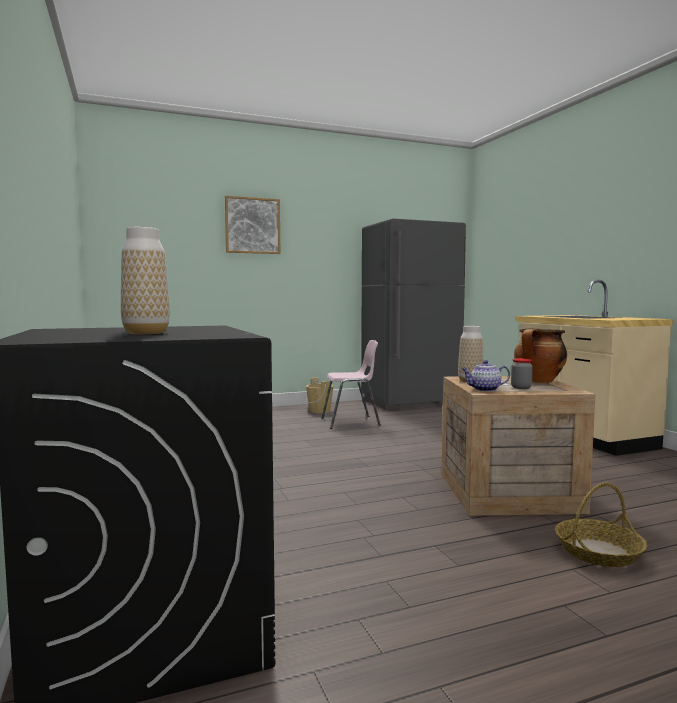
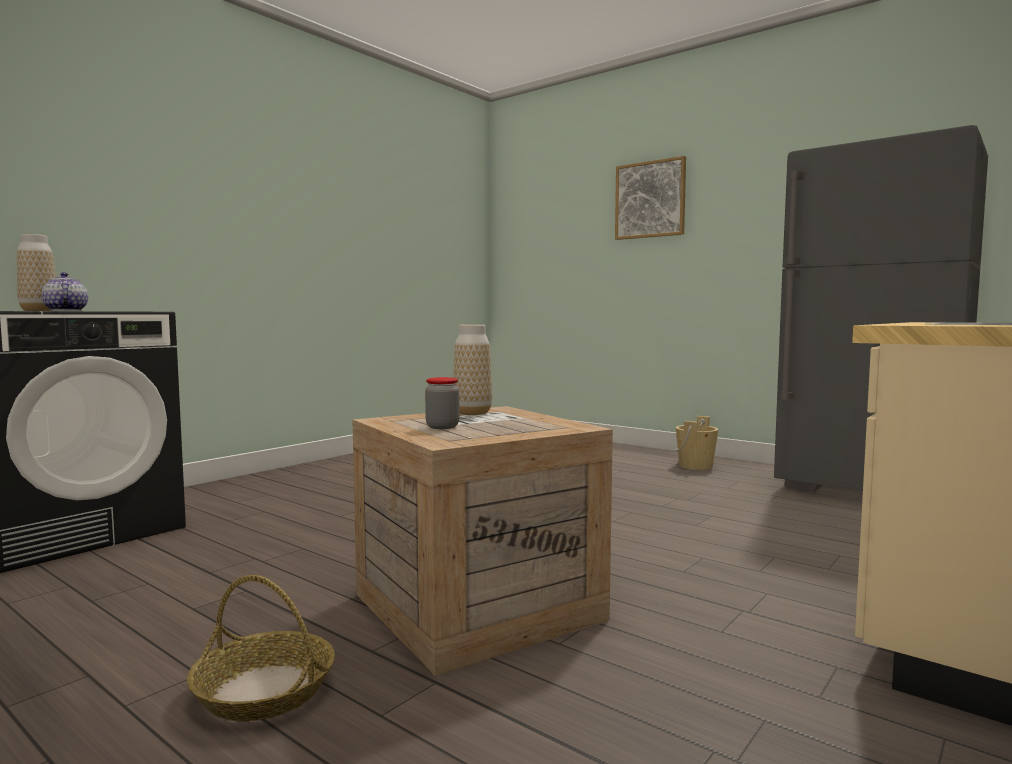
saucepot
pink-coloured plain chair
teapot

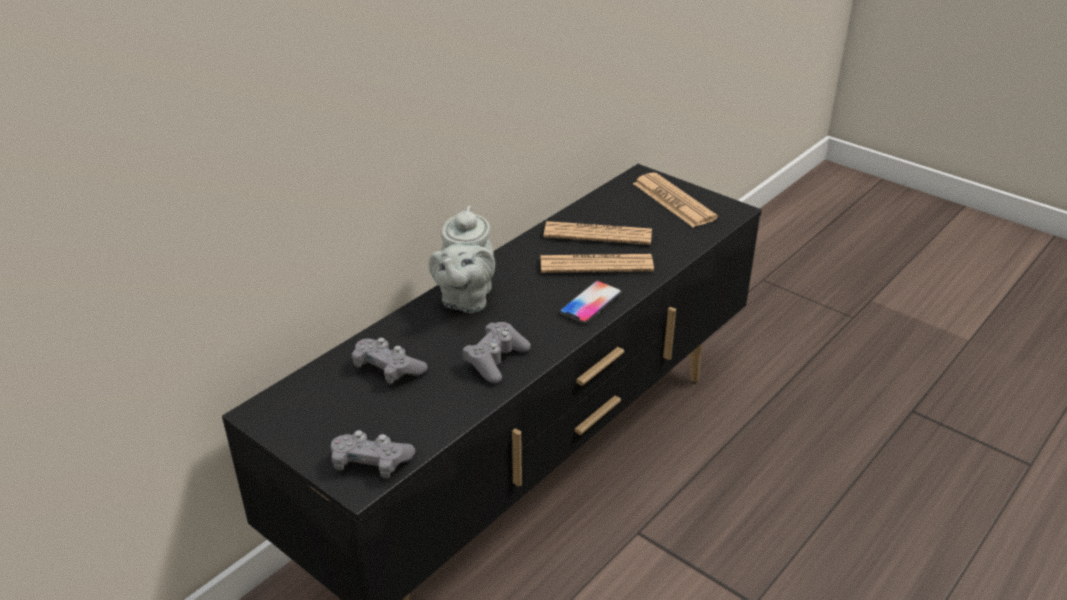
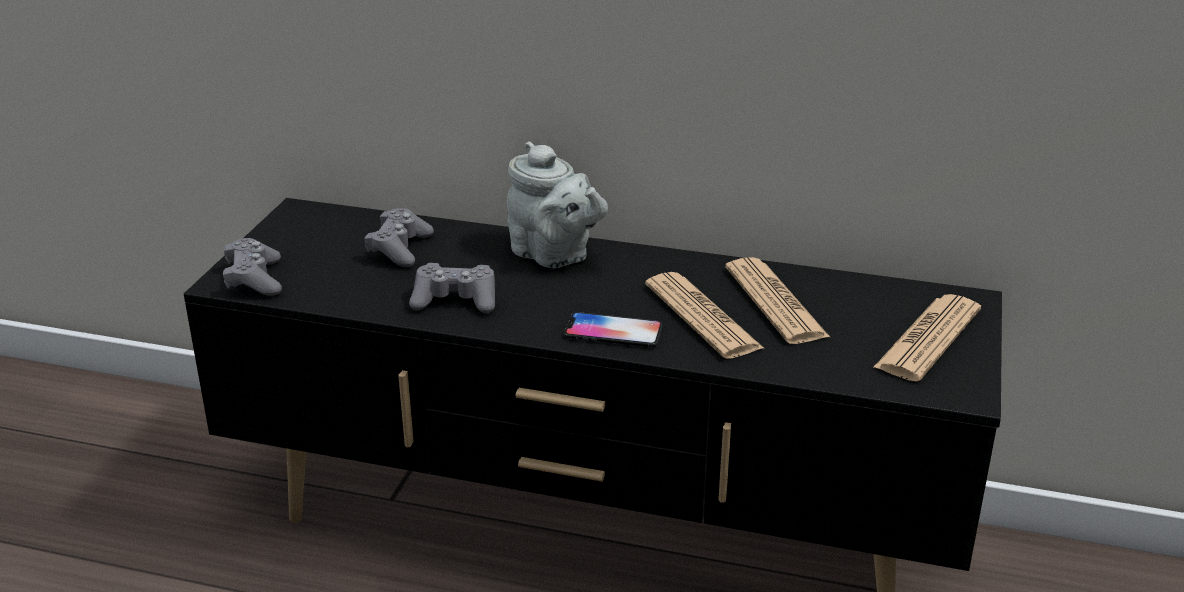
greyish teapot

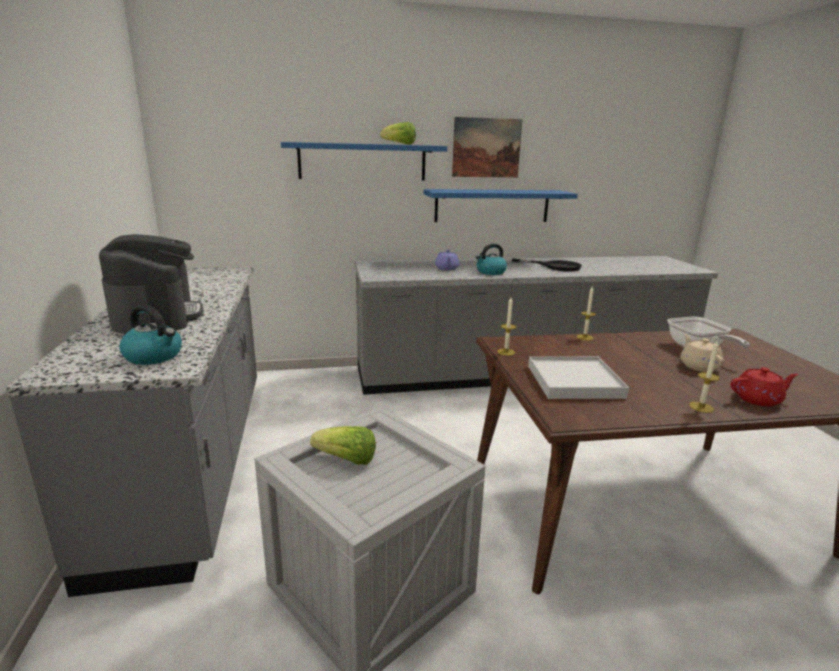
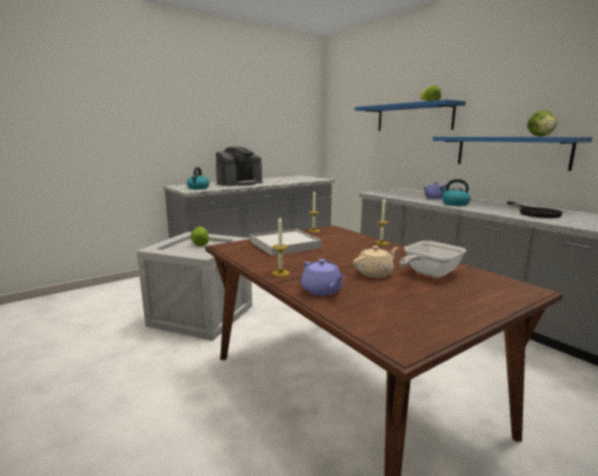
picture
purple-coloured teapot (no. 1 from left)
lettuce (no. 3 from left)

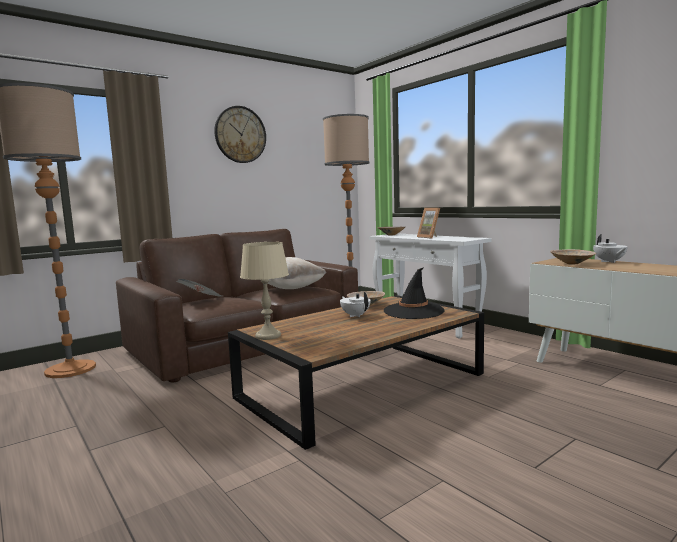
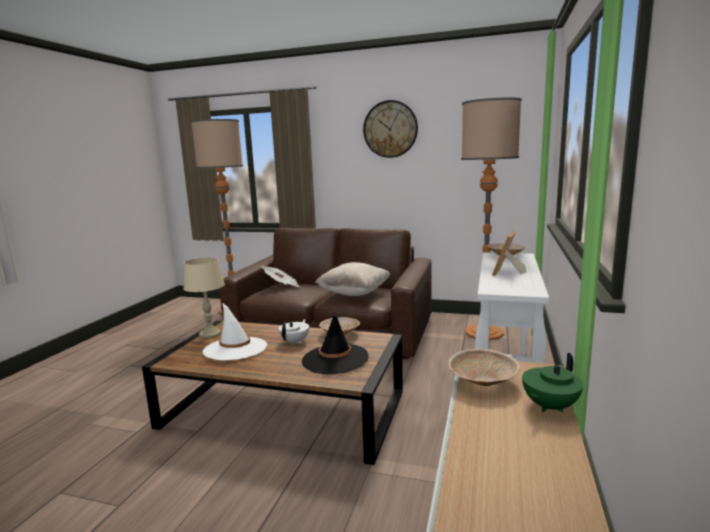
green teapot
whitish hat

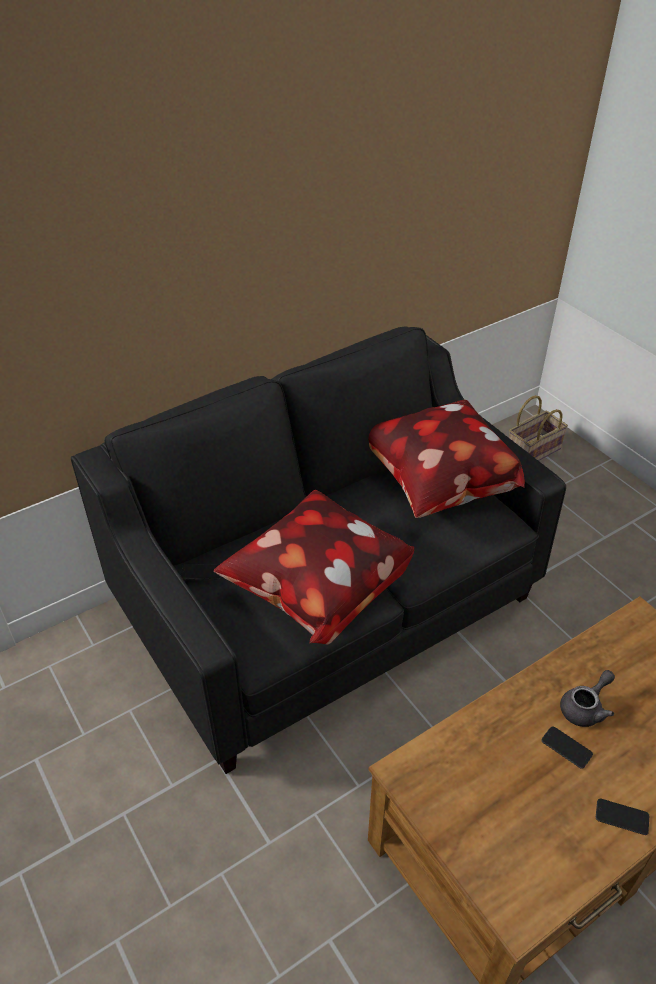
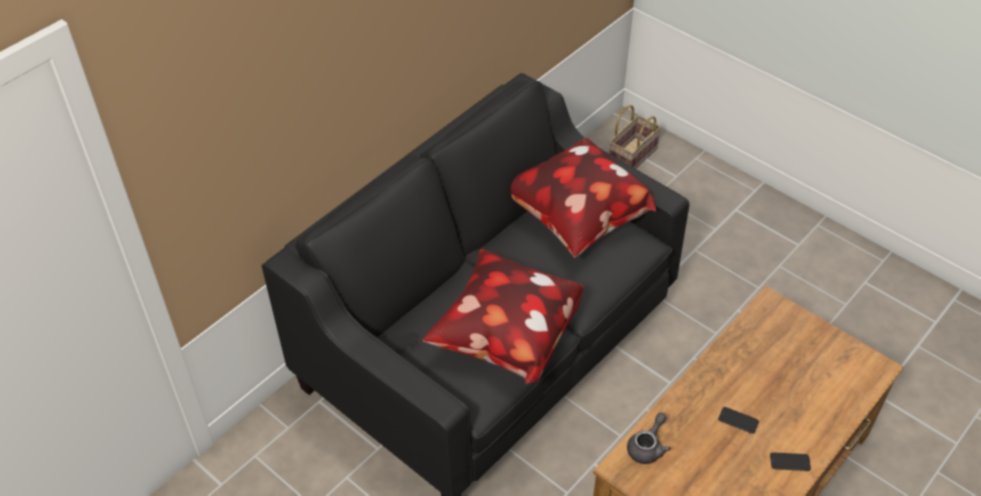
greyish teapot

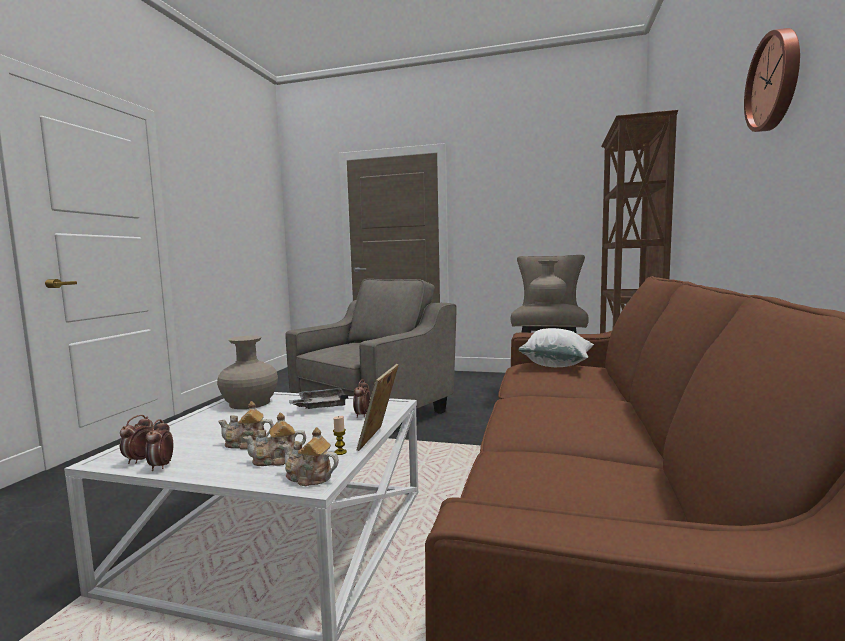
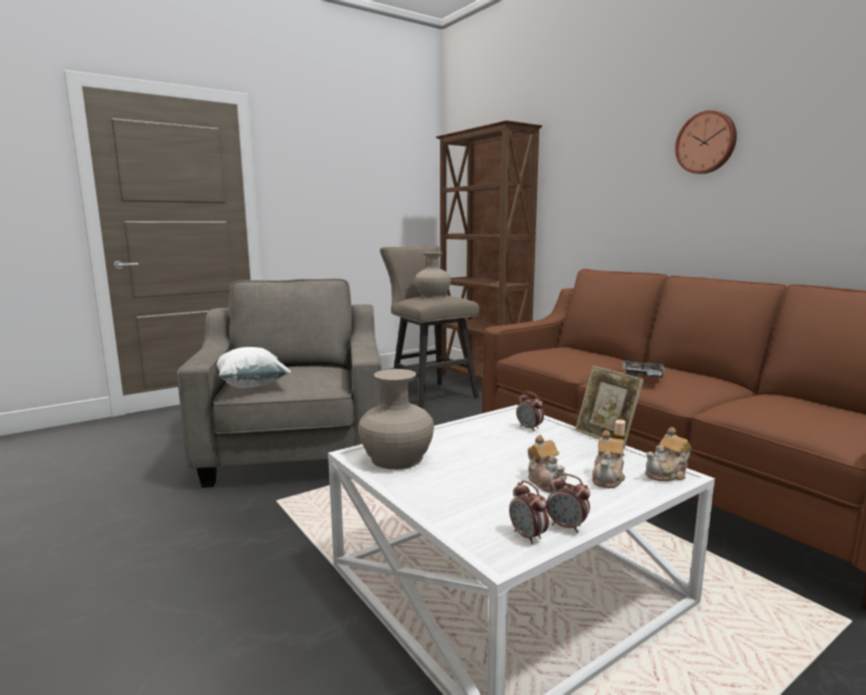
whitish cushion
greyish serving tray
teapot (no. 1 from left)

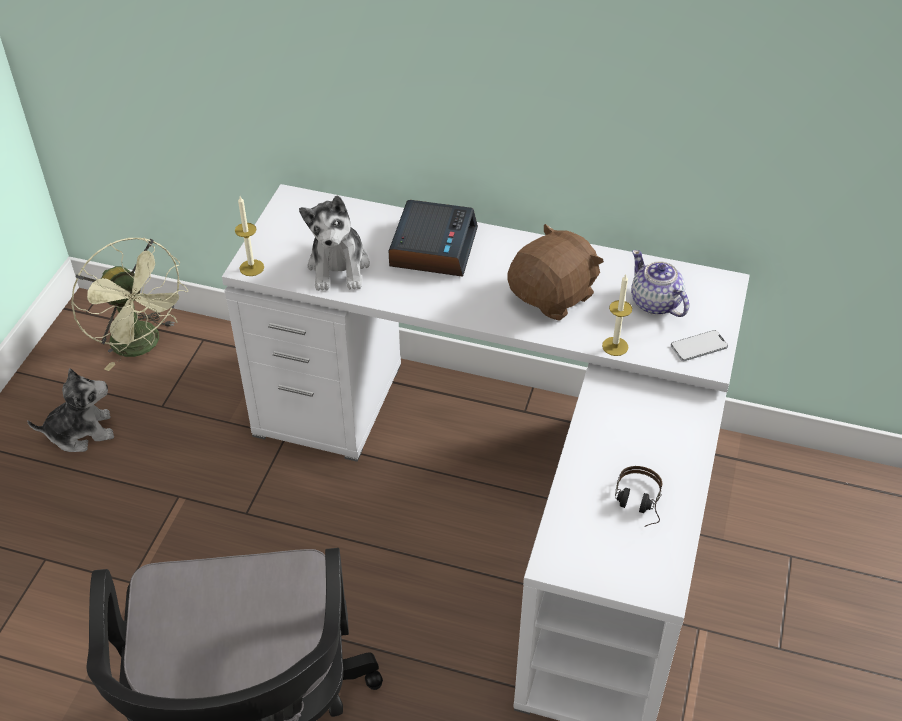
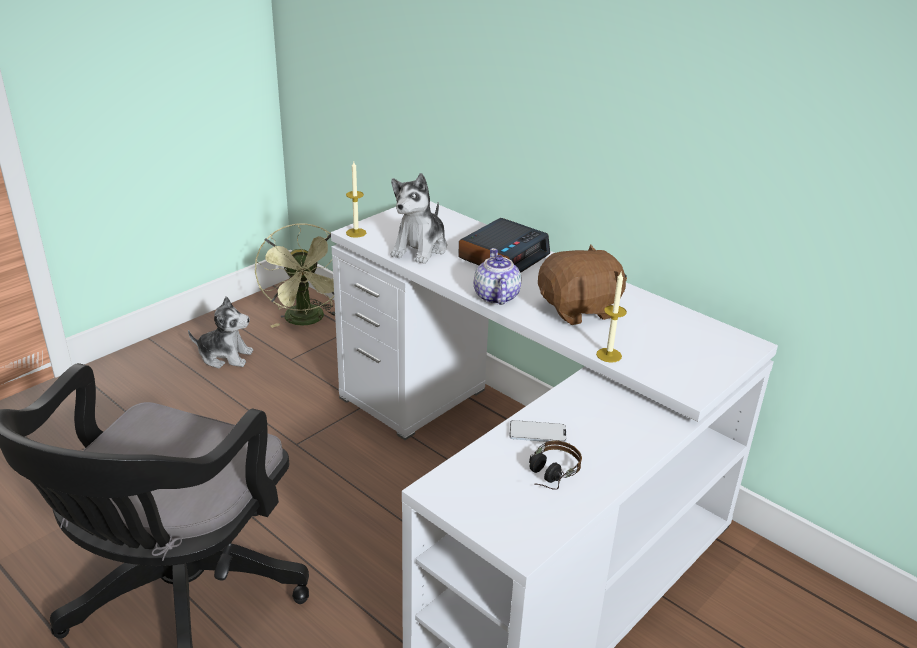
teapot
handset

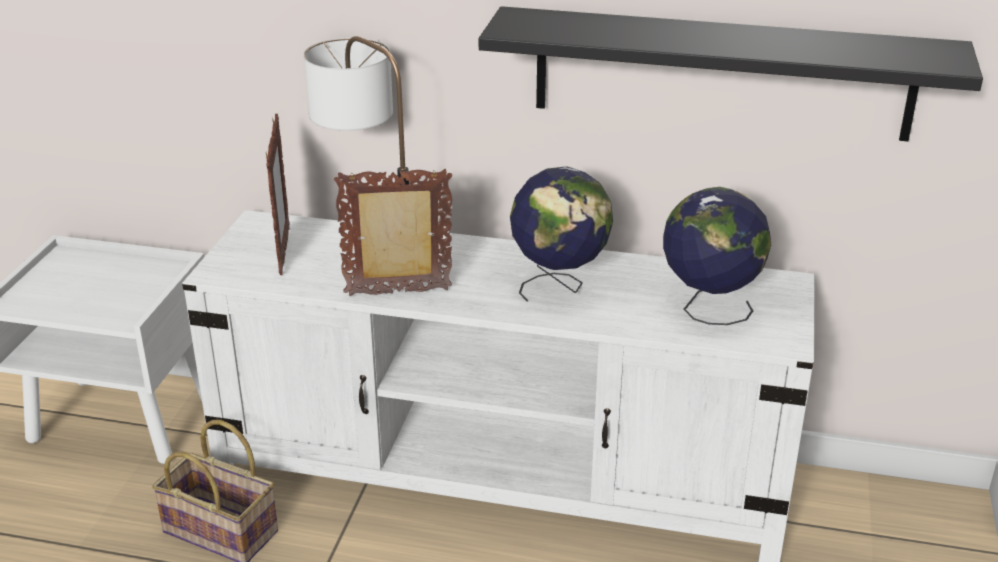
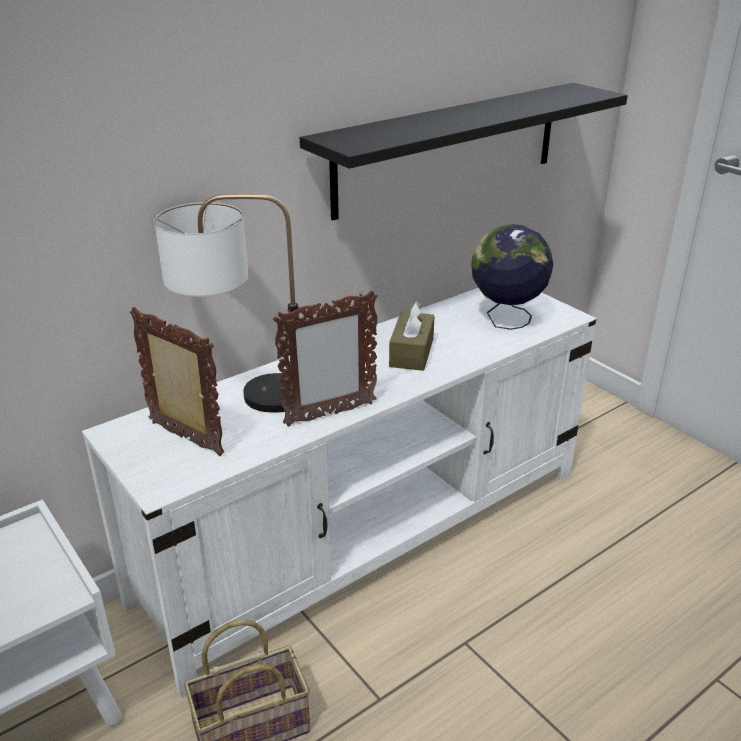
brownish tissue box
picture frame (no. 2 from left)

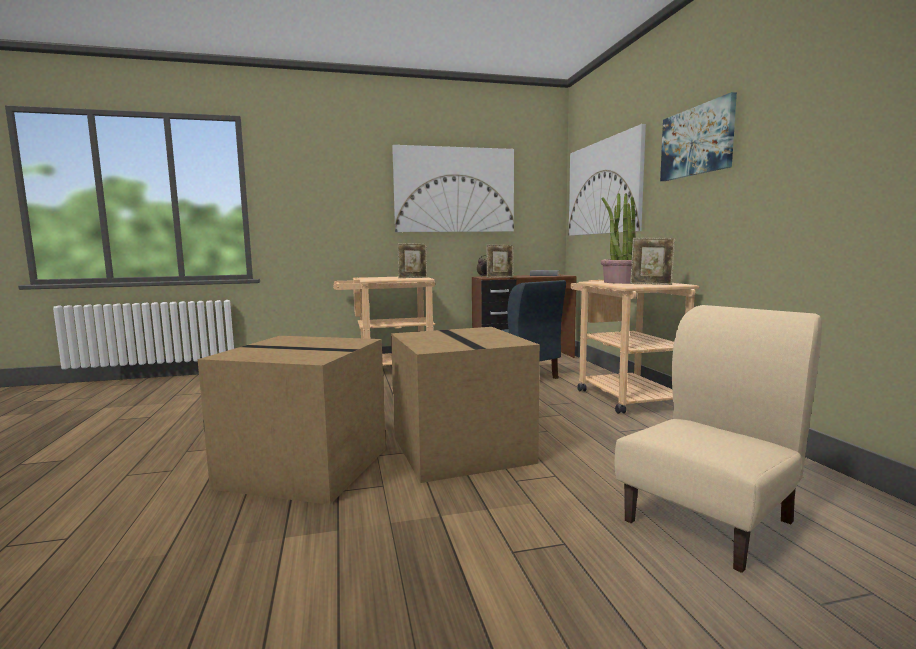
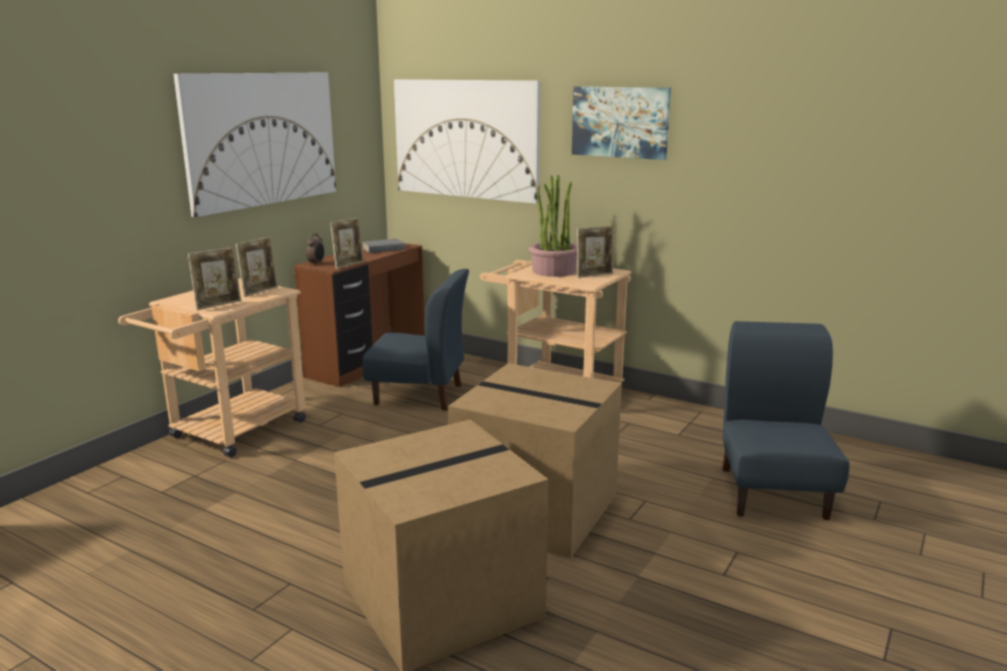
blue-coloured plain chair (no. 2 from left)
picture frame (no. 1 from left)

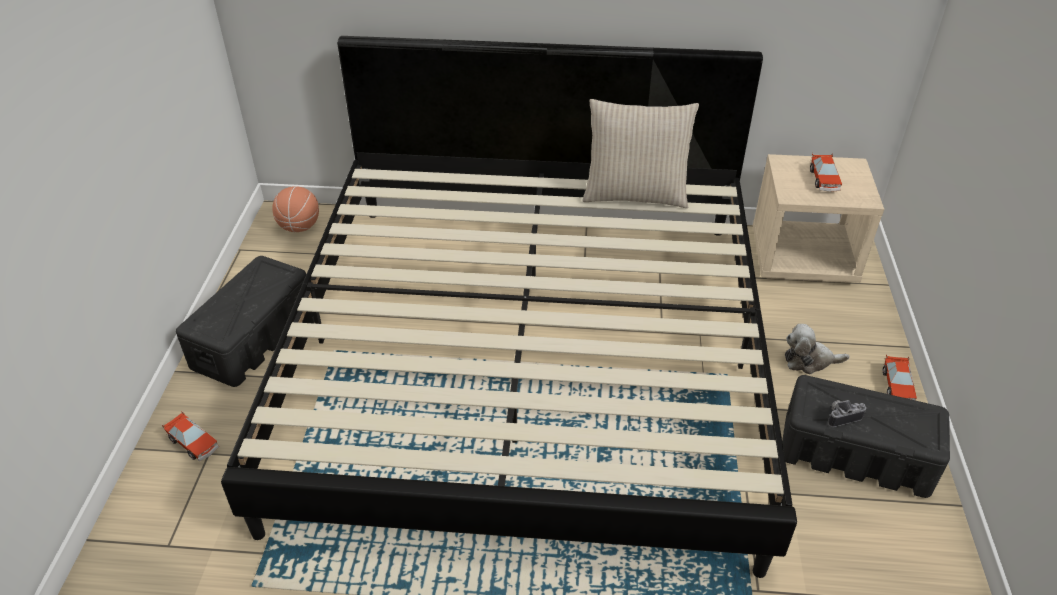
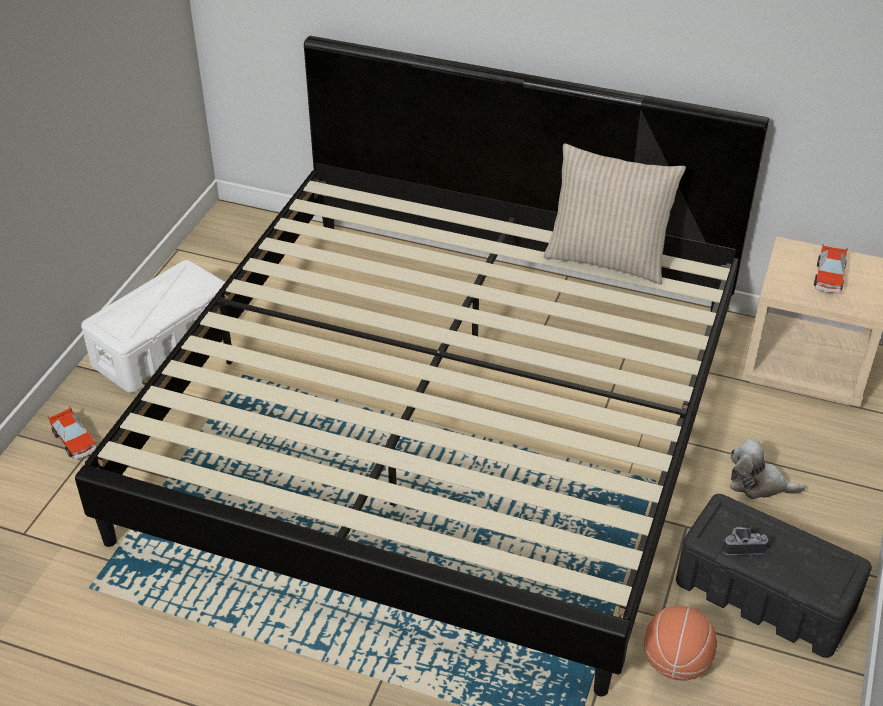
basketball
whitish storage box
model car (no. 3 from left in the first image)

